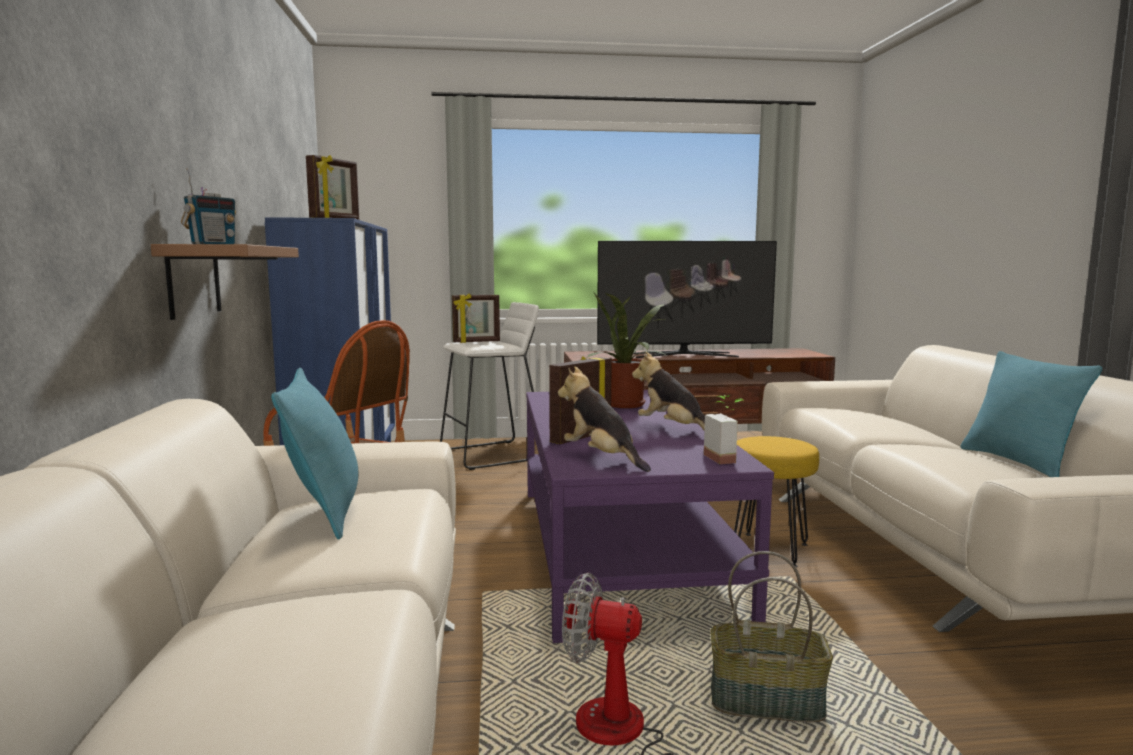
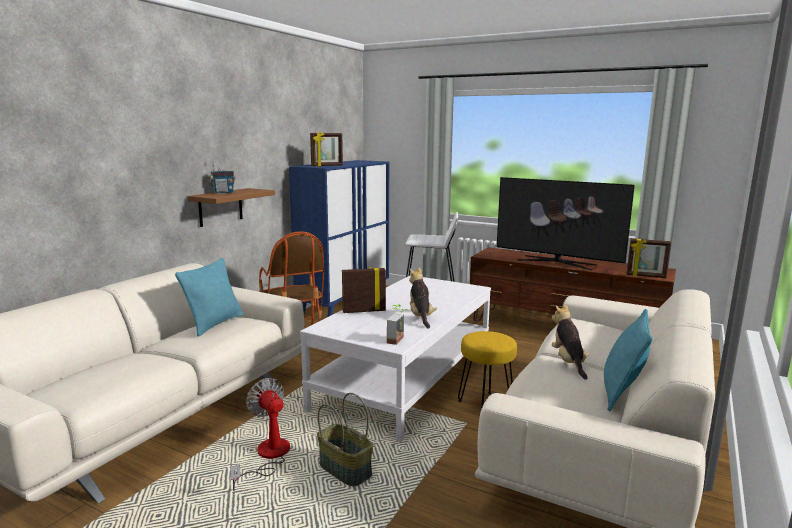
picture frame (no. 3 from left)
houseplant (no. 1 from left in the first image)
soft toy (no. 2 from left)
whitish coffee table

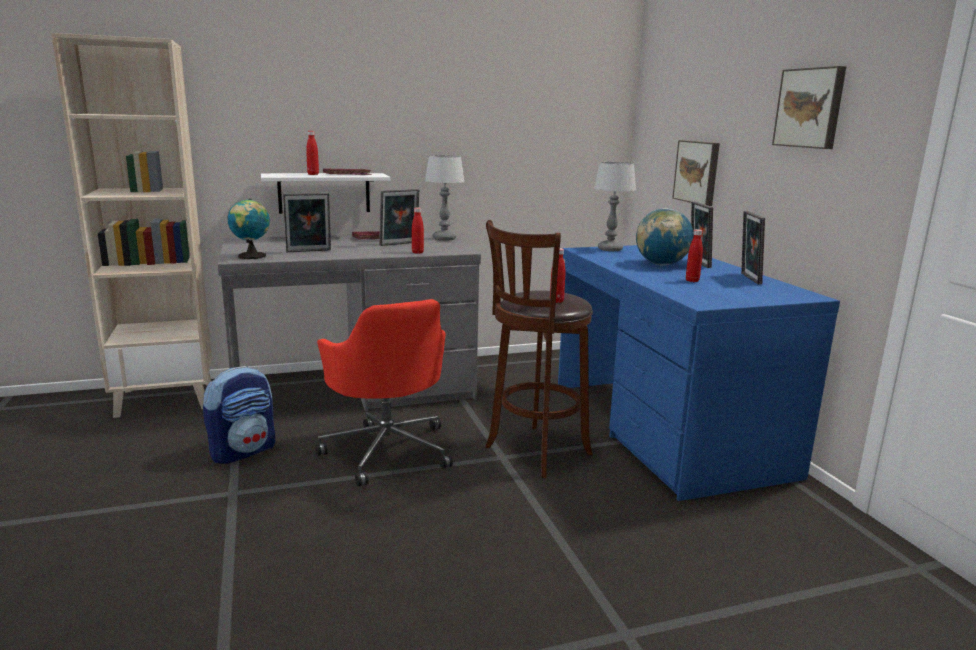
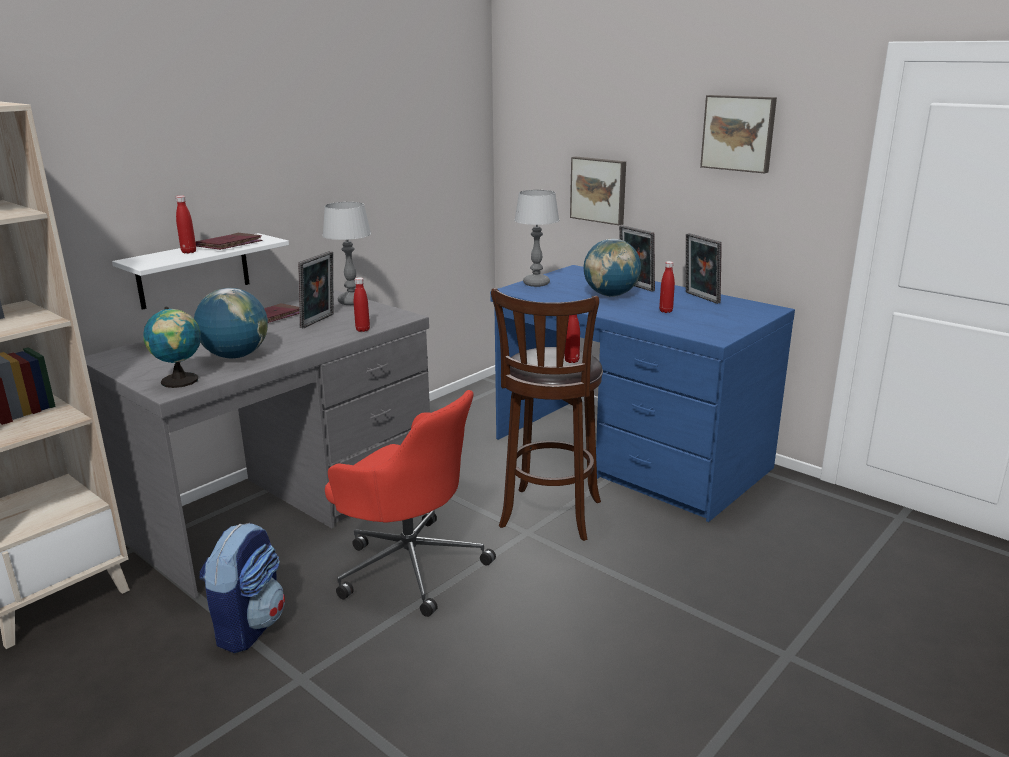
desk globe (no. 2 from left)

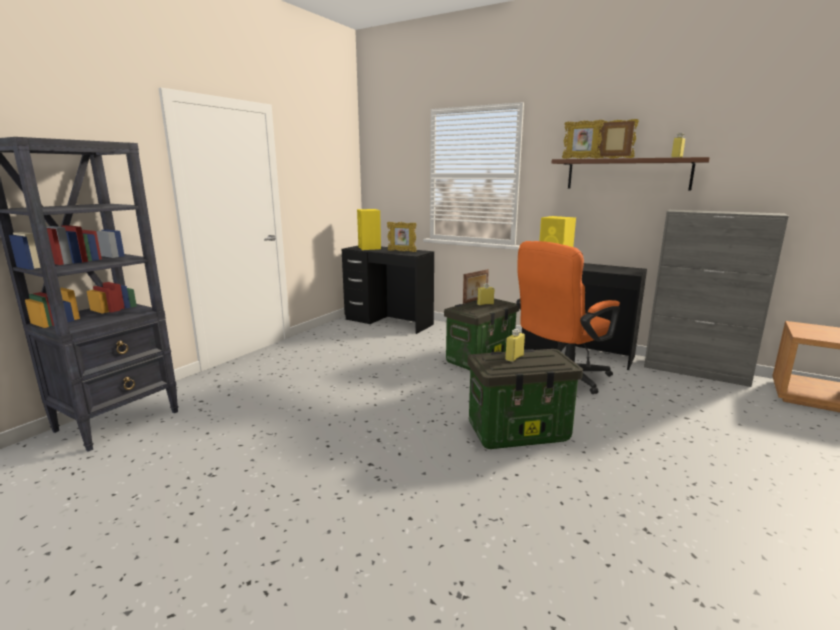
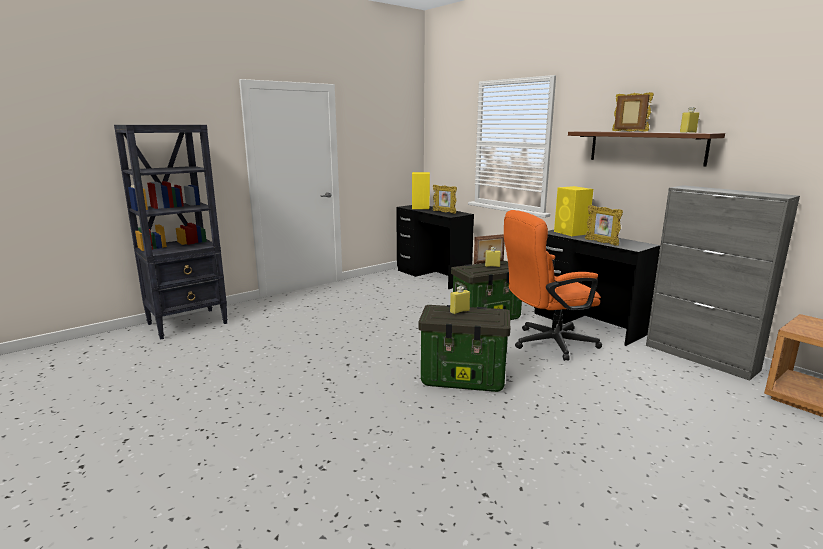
picture frame (no. 3 from left)

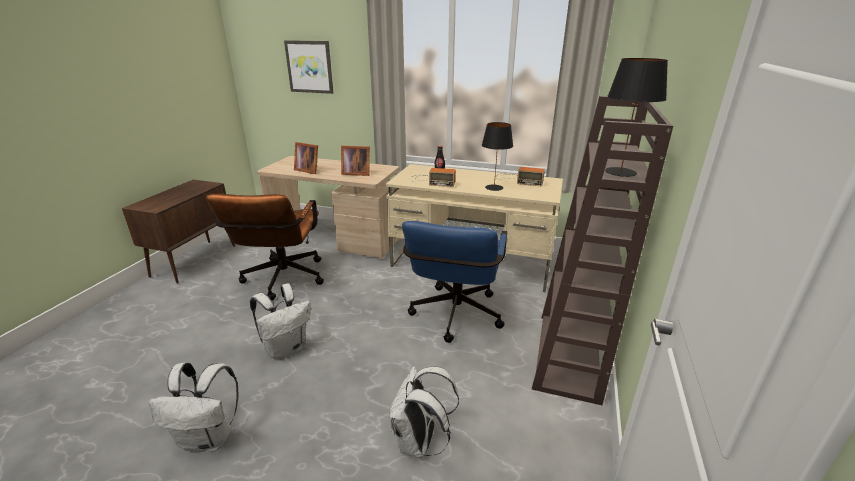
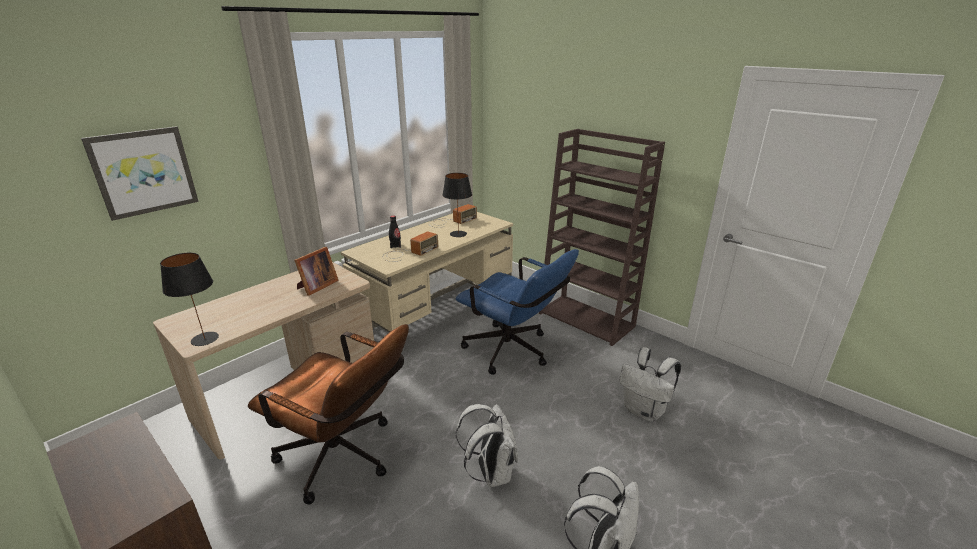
blackish lamp for a table (no. 1 from left)
picture frame (no. 1 from left in the first image)

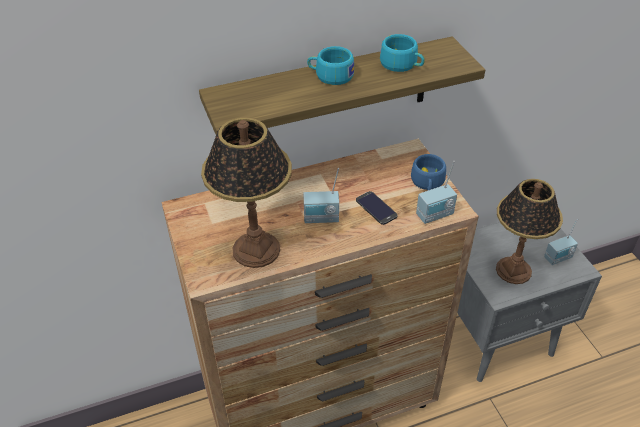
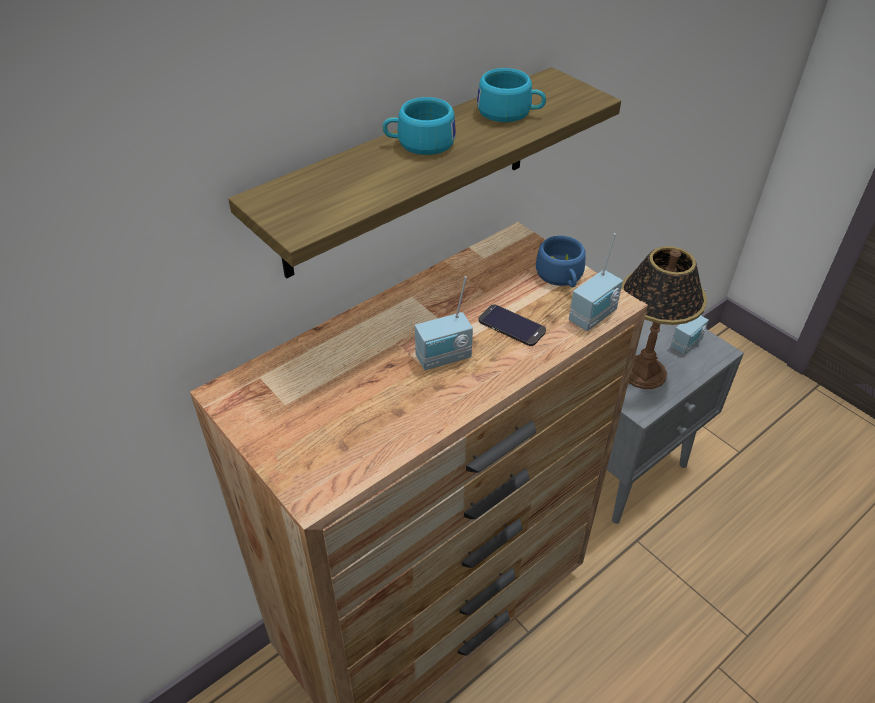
lamp for a table (no. 1 from left in the first image)

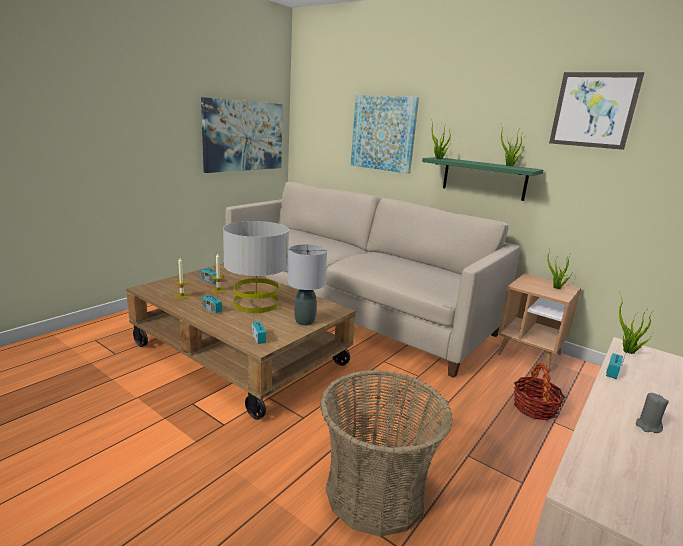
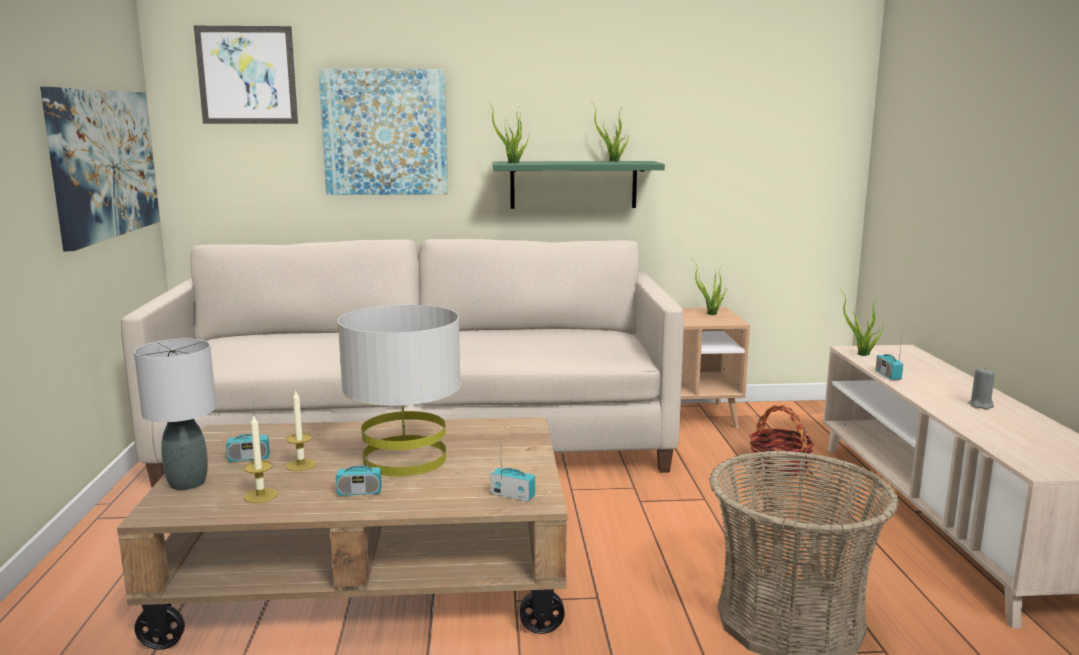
picture (no. 2 from left)
greyish lamp for a table (no. 1 from left)

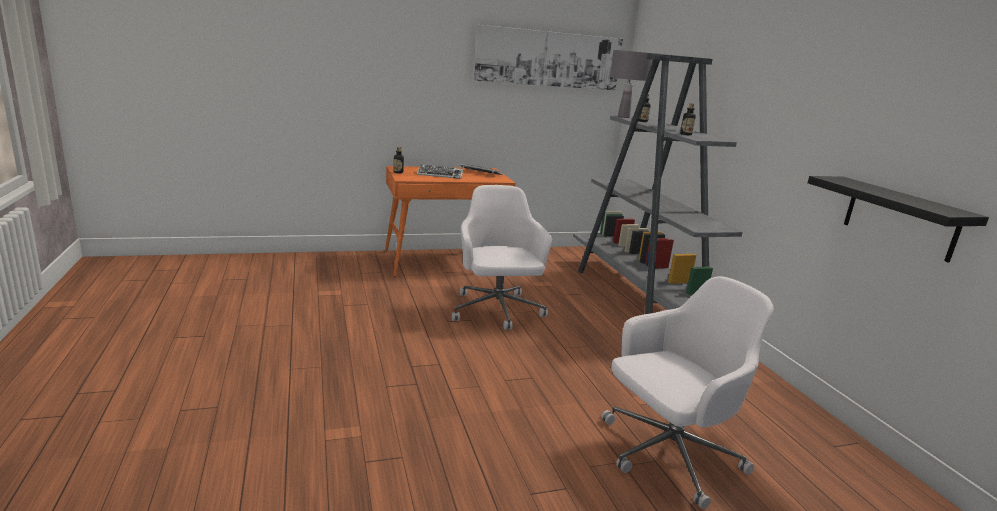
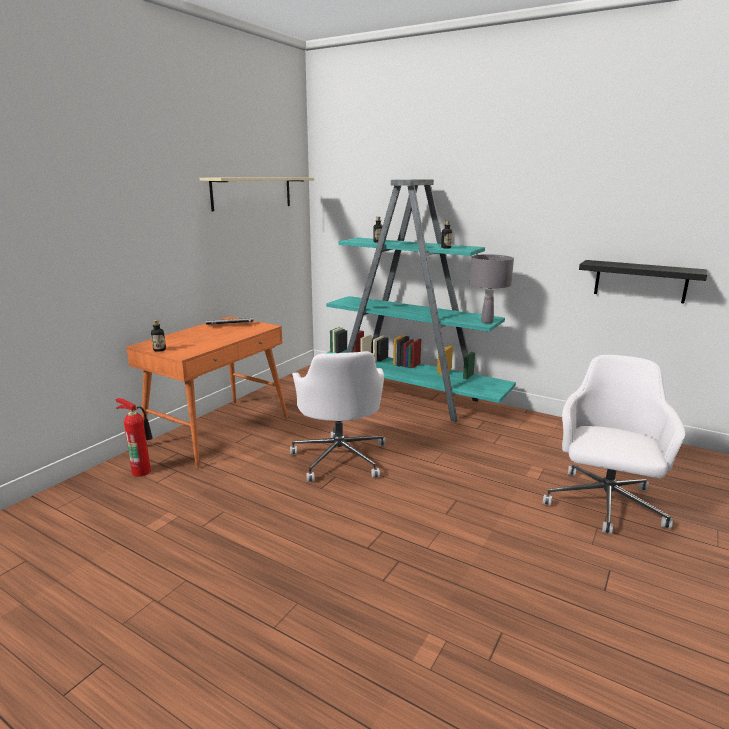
sand-coloured wall shelf
greyish lamp for a table
turquoise shelving unit
keyboard (no. 1 from left in the first image)
whitish desk chair (no. 1 from left)
extinguisher

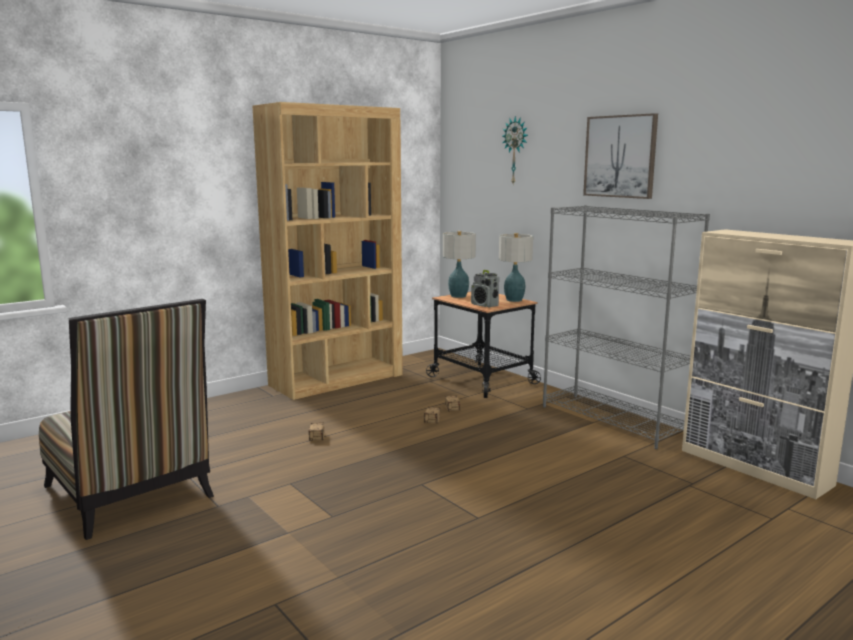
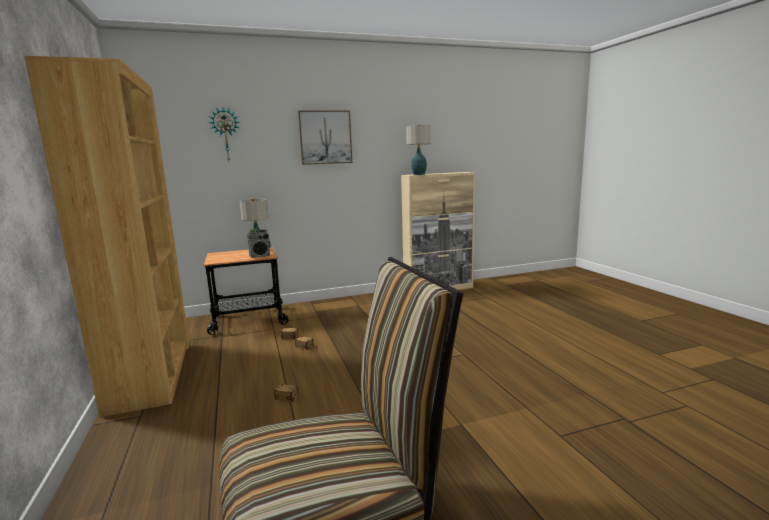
greyish shelving unit
lamp for a table (no. 2 from left)

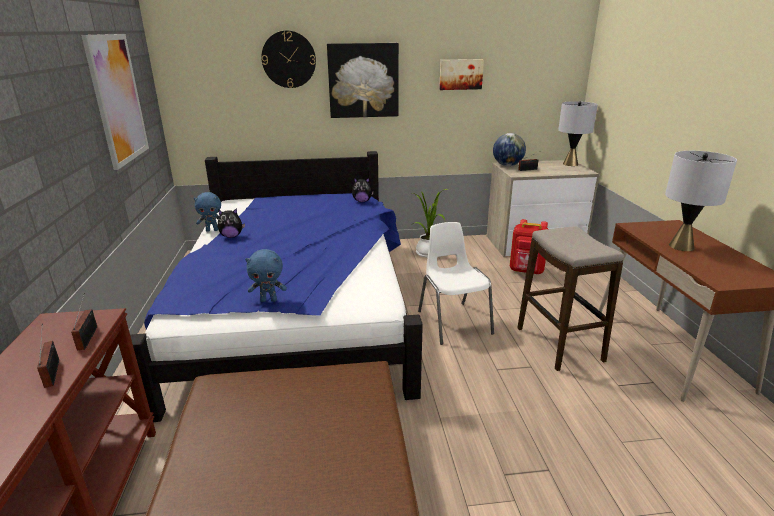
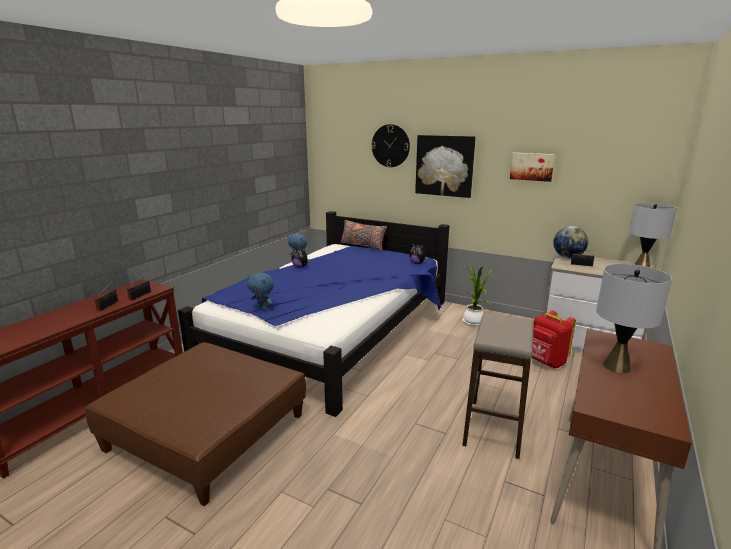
picture (no. 1 from left in the first image)
whitish plain chair
greyish cushion

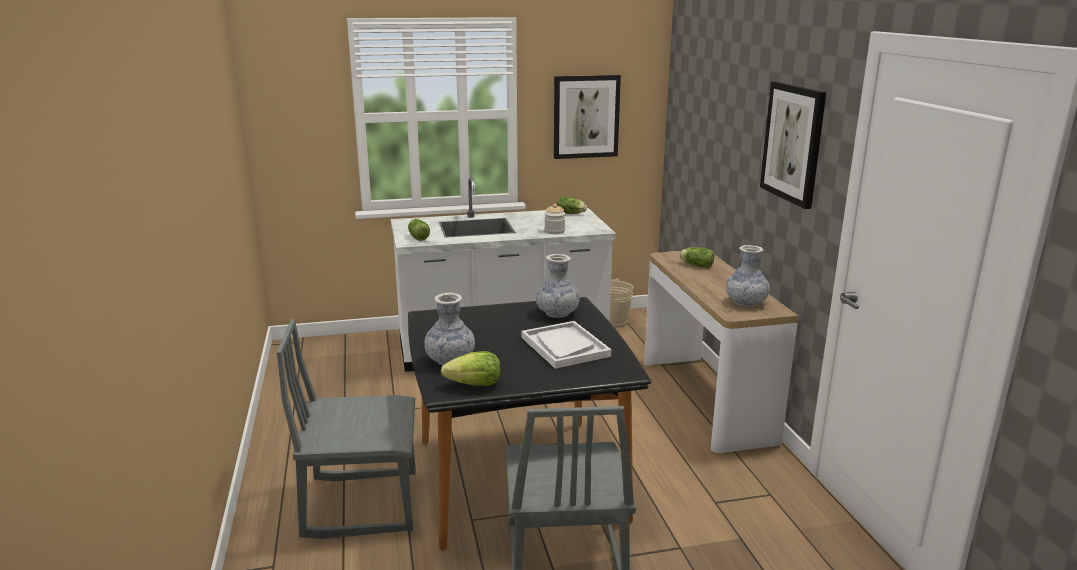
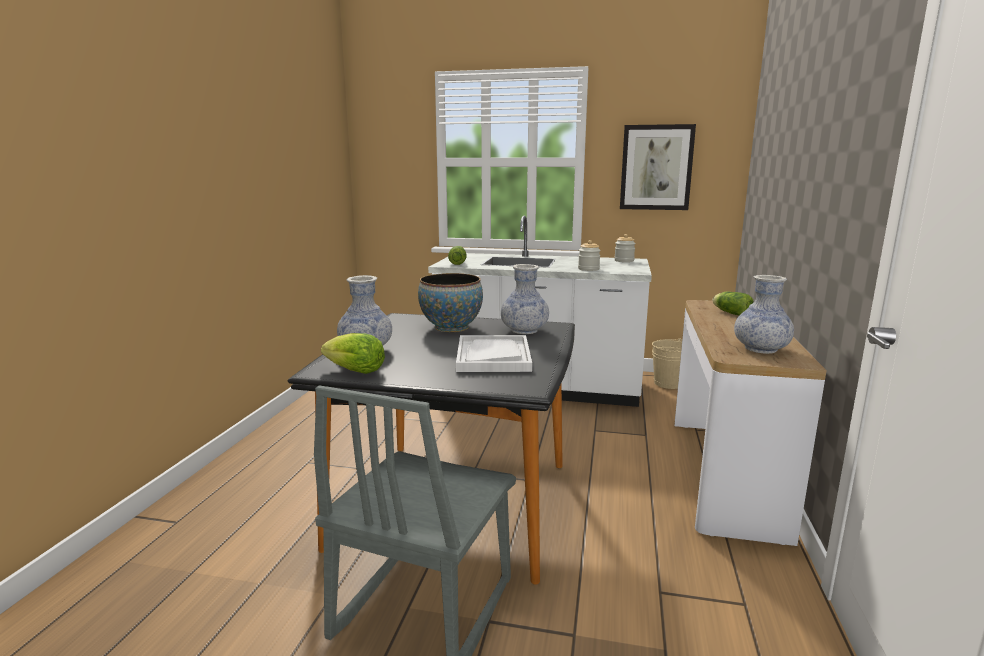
picture (no. 2 from left in the first image)
storage jar (no. 2 from left)
greyish plain chair (no. 1 from left in the first image)
deep dish

